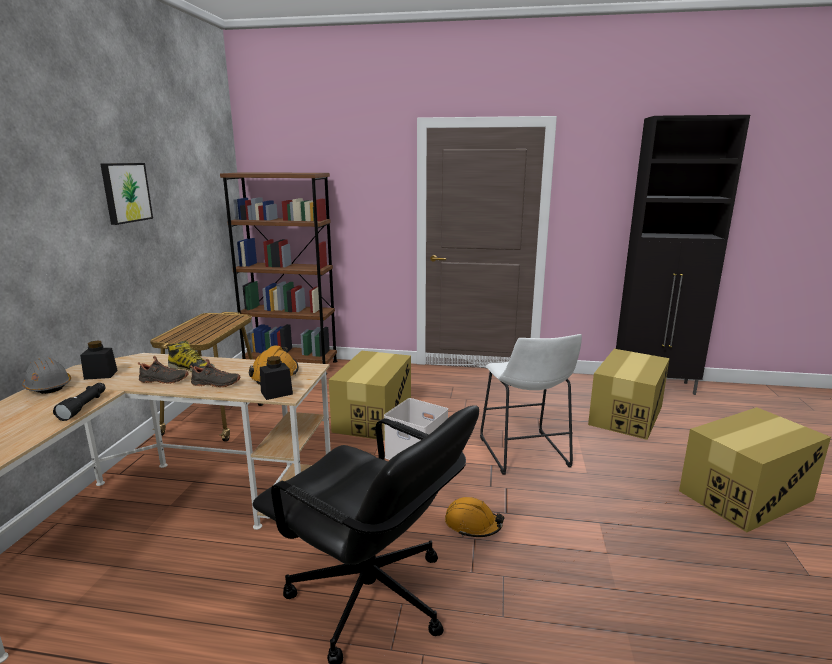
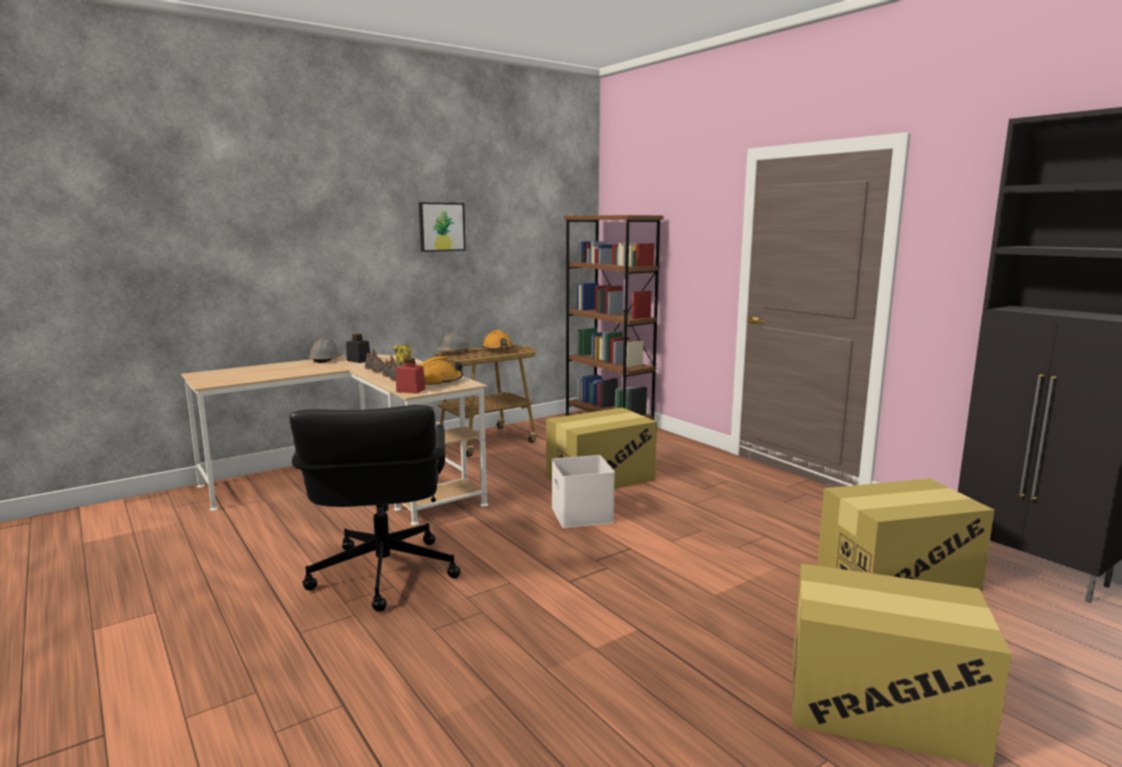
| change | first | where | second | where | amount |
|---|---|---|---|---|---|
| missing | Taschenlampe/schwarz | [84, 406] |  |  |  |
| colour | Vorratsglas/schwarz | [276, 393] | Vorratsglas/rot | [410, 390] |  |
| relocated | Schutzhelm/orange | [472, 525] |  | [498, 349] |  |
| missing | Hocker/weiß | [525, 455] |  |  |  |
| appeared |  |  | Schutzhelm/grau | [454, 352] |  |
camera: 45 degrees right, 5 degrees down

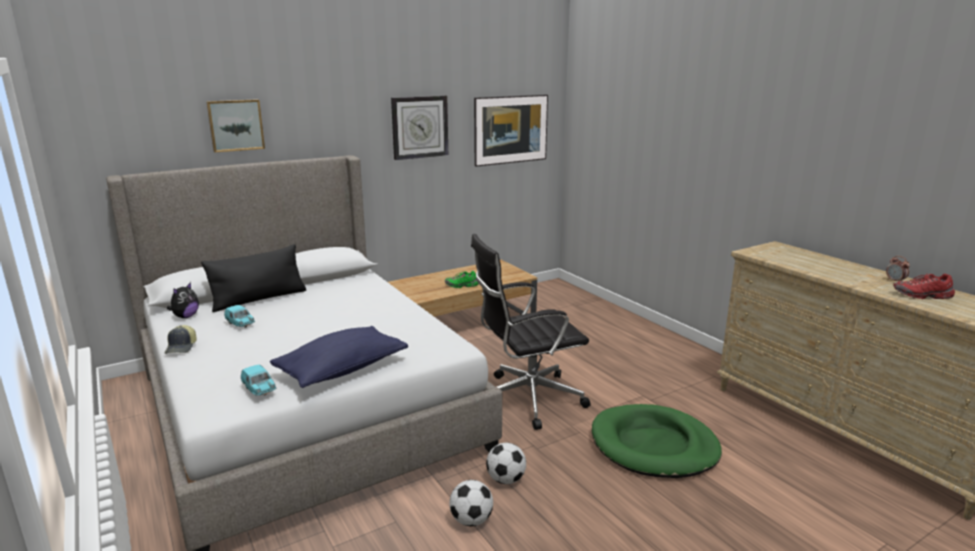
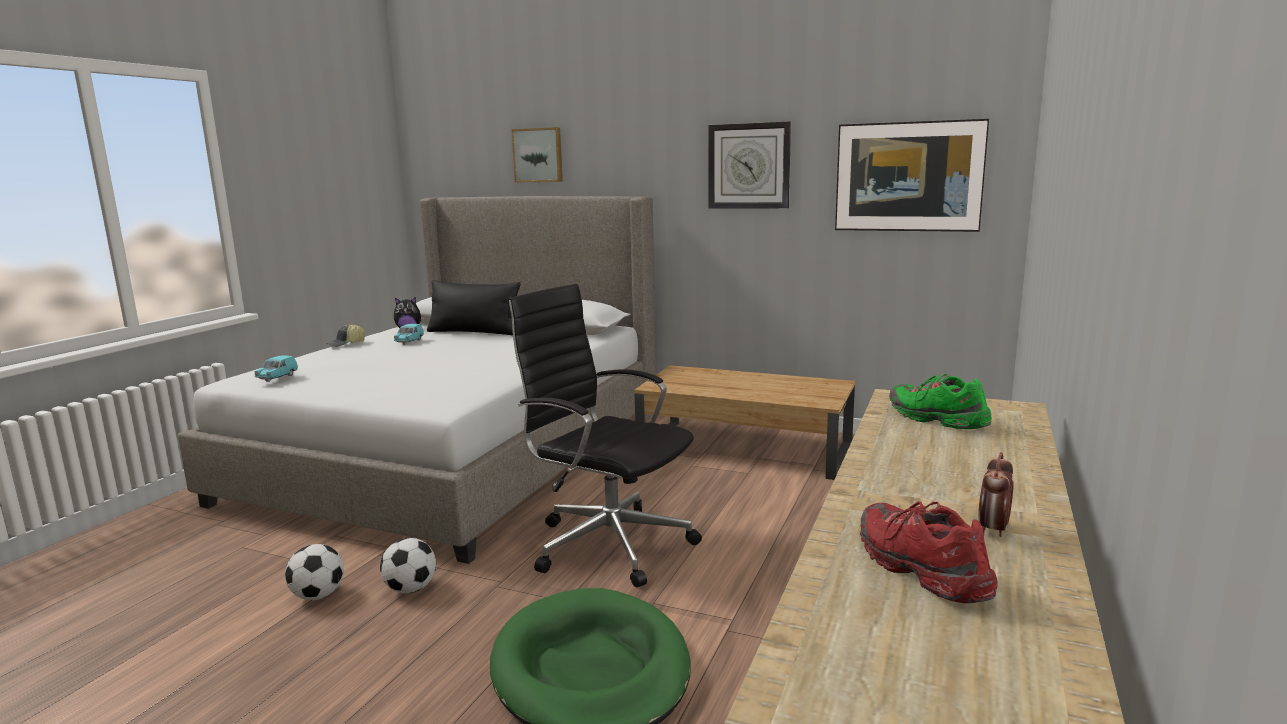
| change | first | where | second | where | amount |
|---|---|---|---|---|---|
| missing | Kissen/blau | [342, 370] |  |  |  |
| relocated | Schuh/grün | [462, 286] |  | [936, 419] |  |
camera: 55 degrees right, 5 degrees down

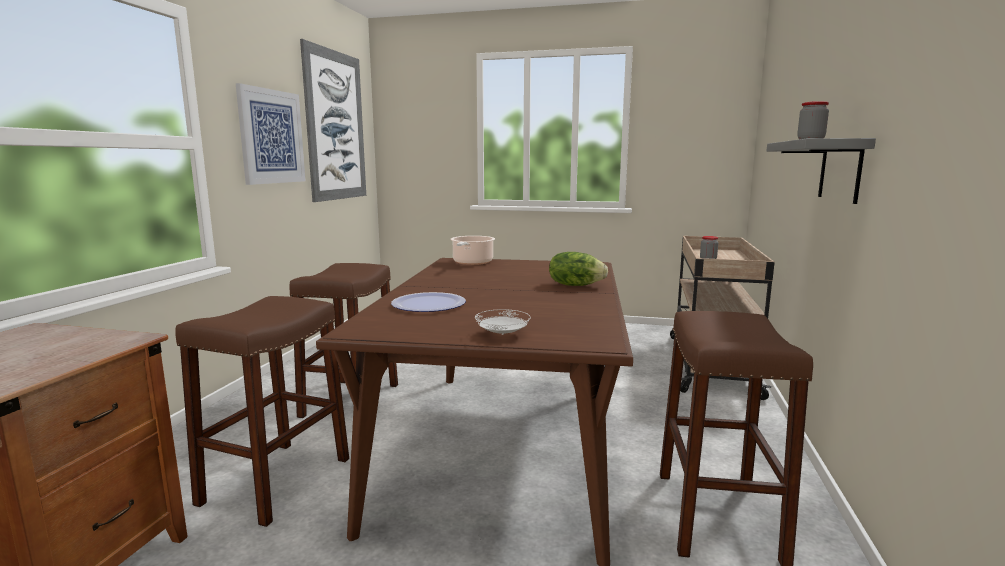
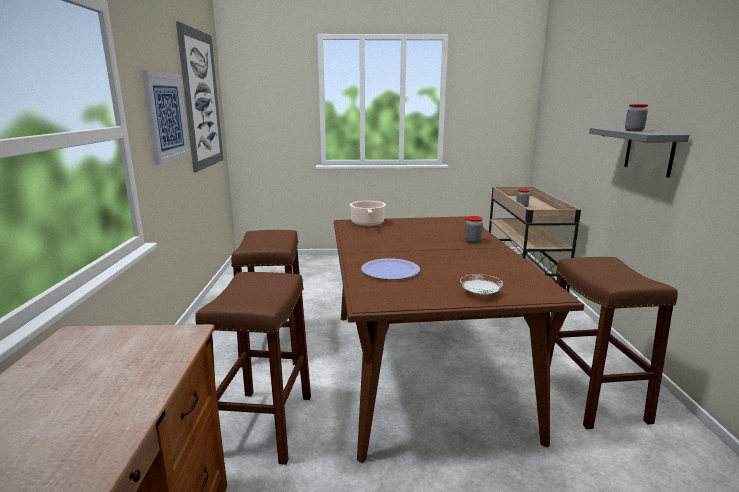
| change | first | where | second | where | amount |
|---|---|---|---|---|---|
| exchanged | Salatkopf | [575, 285] | Vorratsglas | [472, 241] |  |
camera: 15 degrees left, 5 degrees up

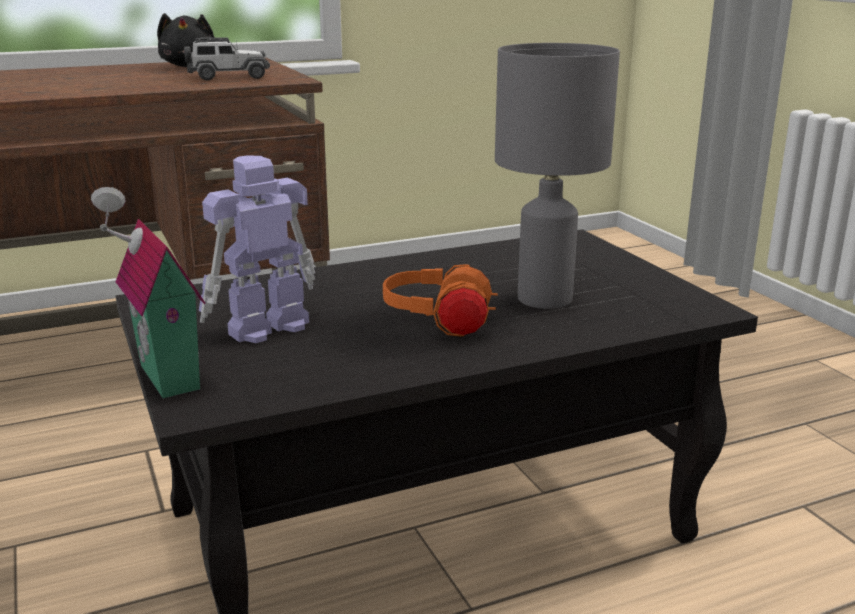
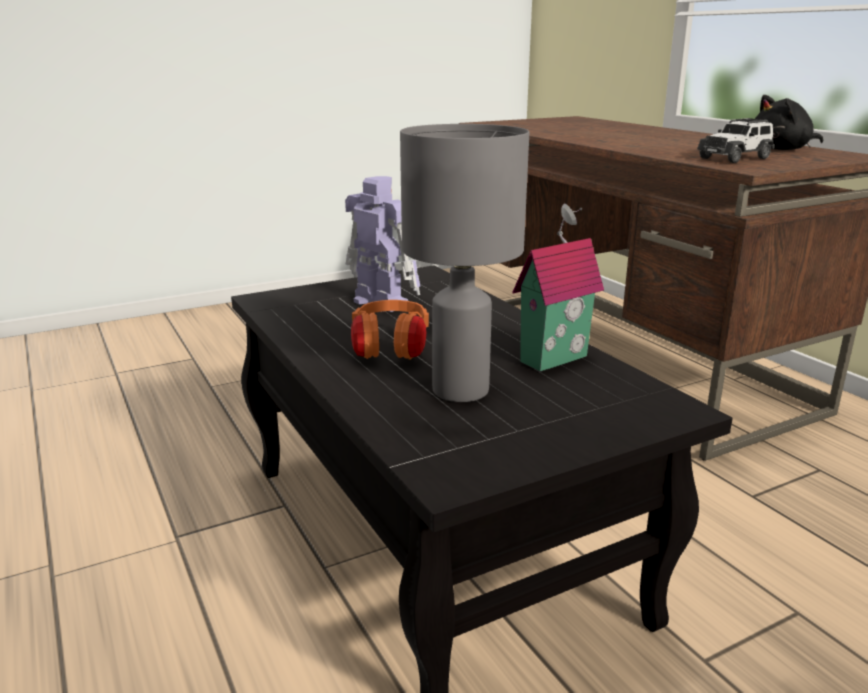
| change | first | where | second | where | amount |
|---|---|---|---|---|---|
| relocated | Spielzeughaus | [163, 378] |  | [551, 357] |  |
| spun | Spielzeugauto | [229, 77] |  | [735, 158] | 75 degrees clockwise |
camera: 85 degrees right, 0 degrees up

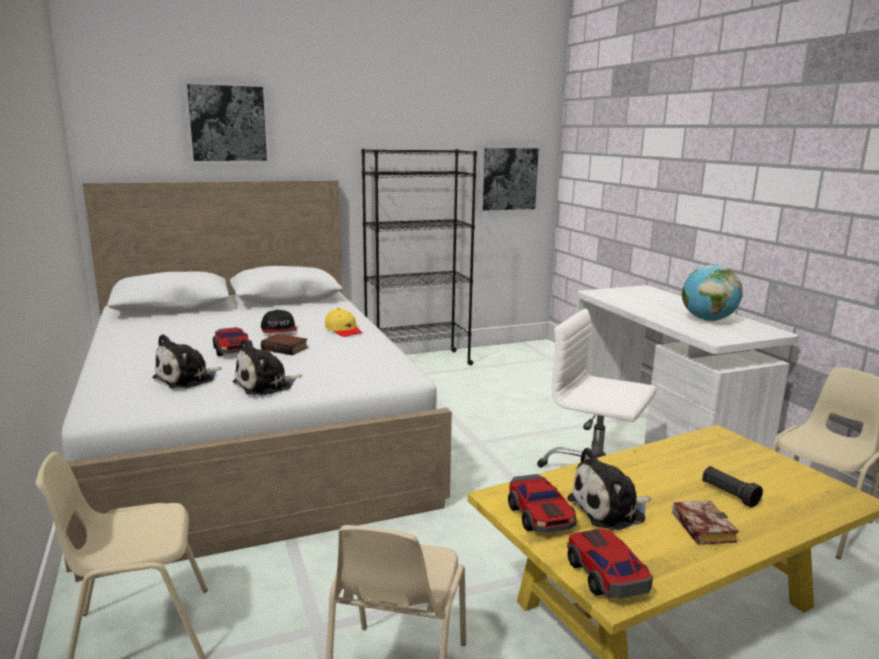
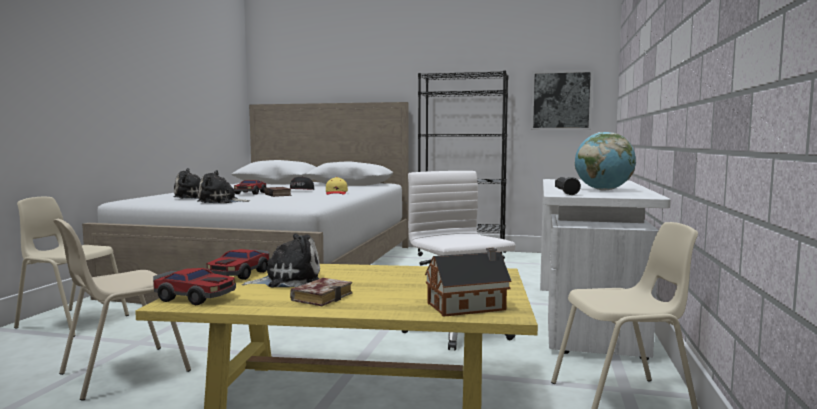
| change | first | where | second | where | amount |
|---|---|---|---|---|---|
| missing | Bild | [227, 123] |  |  |  |
| spun | Plüschtier | [610, 510] |  | [288, 280] | 150 degrees clockwise |
| spun | Spielzeugauto | [607, 575] |  | [195, 297] | 90 degrees clockwise |
| relocated | Taschenlampe/schwarz | [729, 494] |  | [566, 193] |  |
| appeared |  |  | Spielzeughaus | [469, 306] |  |
camera: 35 degrees right, 10 degrees down

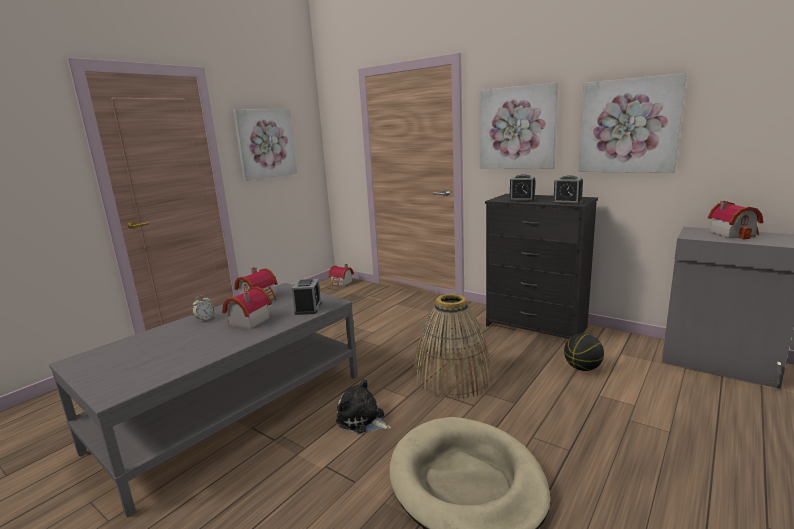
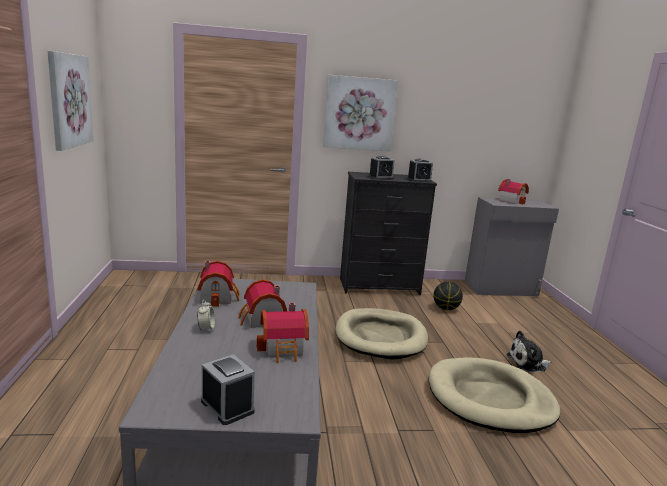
| change | first | where | second | where | amount |
|---|---|---|---|---|---|
| relocated | Wecker | [308, 308] |  | [227, 406] |  |
| relocated | Spielzeughaus | [341, 283] |  | [284, 349] |  |
| relocated | Plüschtier | [362, 420] |  | [528, 363] |  |
| exchanged | Korb | [452, 376] | Hundebett/beige | [380, 337] |  |
| missing | Bild | [628, 126] |  |  |  |
camera: 45 degrees left, 0 degrees up

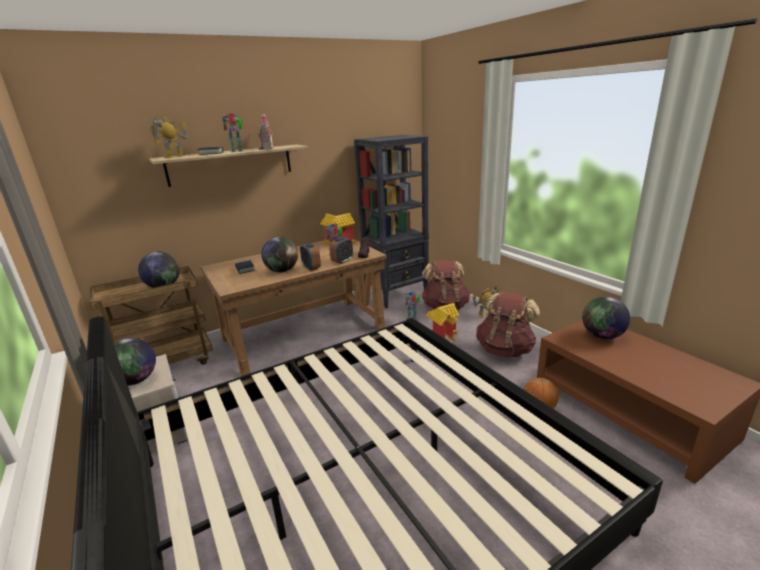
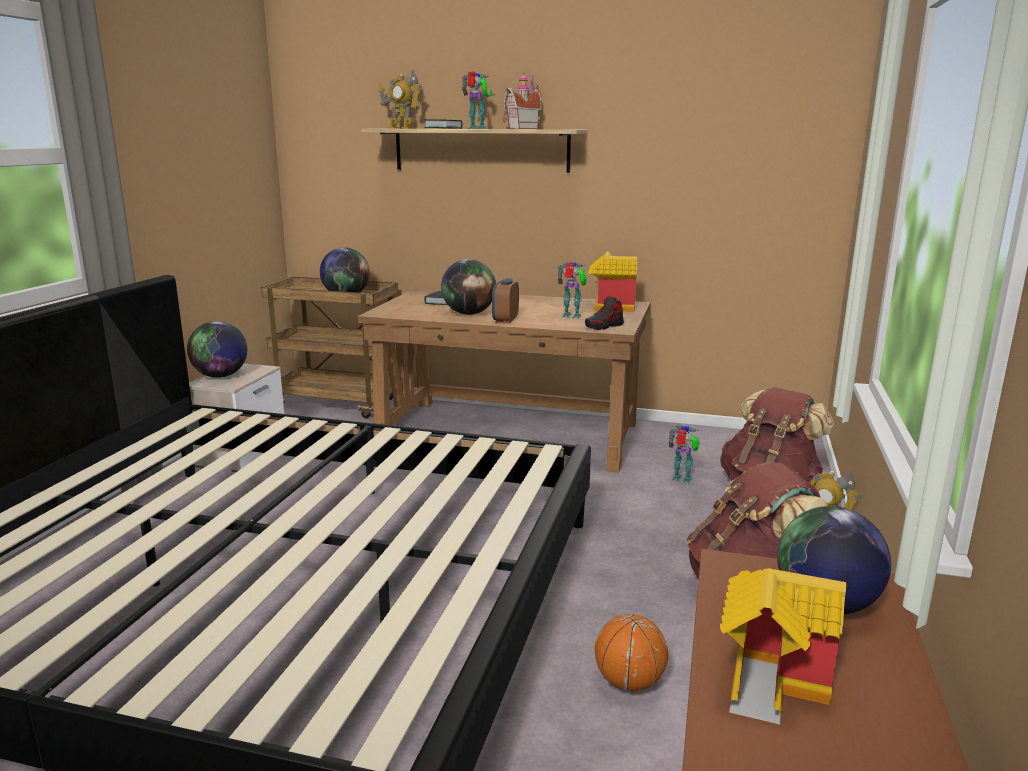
| change | first | where | second | where | amount |
|---|---|---|---|---|---|
| spun | Spielzeugroboter | [174, 157] |  | [401, 128] | 150 degrees counterclockwise |
| missing | Wecker | [342, 261] |  |  |  |
| missing | Bücherregal/schwarz | [397, 295] |  |  |  |
| relocated | Spielzeughaus | [443, 335] |  | [772, 682] |  |
camera: 45 degrees right, 5 degrees down

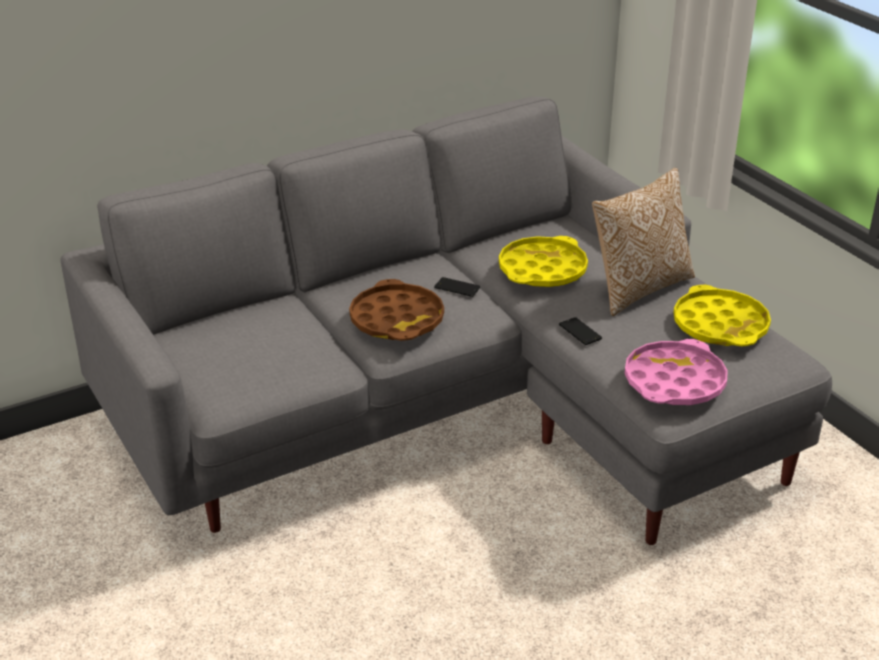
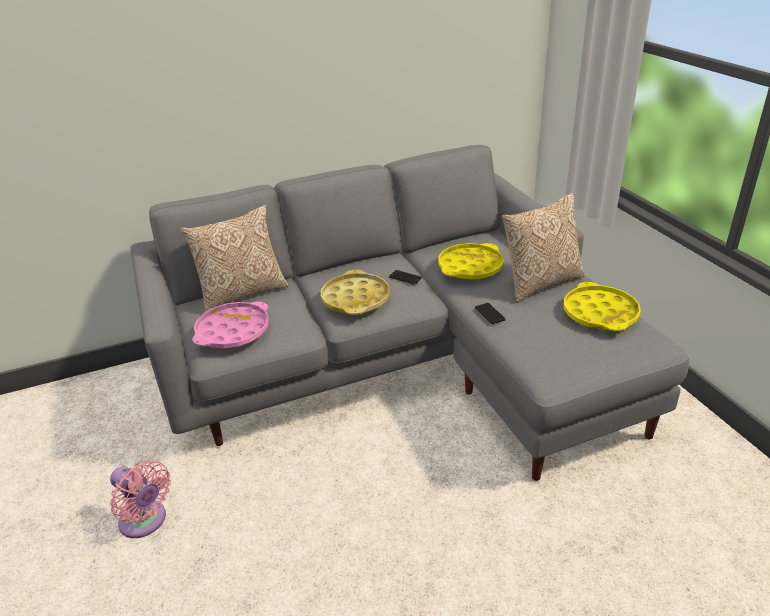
| change | first | where | second | where | amount |
|---|---|---|---|---|---|
| colour | Tablett/braun | [397, 320] | Tablett/gelb | [355, 299] |  |
| relocated | Tablett/rosa | [674, 382] |  | [233, 331] |  |
| appeared |  |  | Ventilator/rosa | [146, 522] |  |
| appeared |  |  | Kissen | [242, 293] |  |
camera: 10 degrees right, 0 degrees up

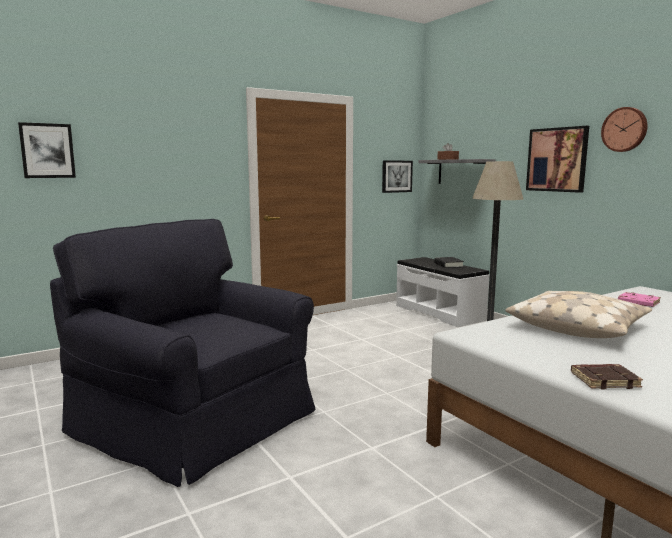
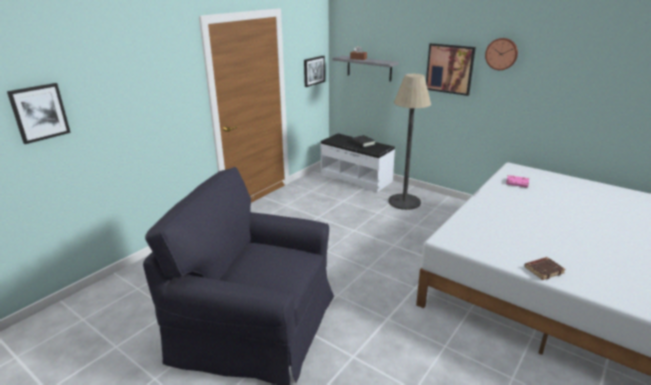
| change | first | where | second | where | amount |
|---|---|---|---|---|---|
| missing | Kissen/beige | [577, 327] |  |  |  |
camera: 20 degrees left, 15 degrees up

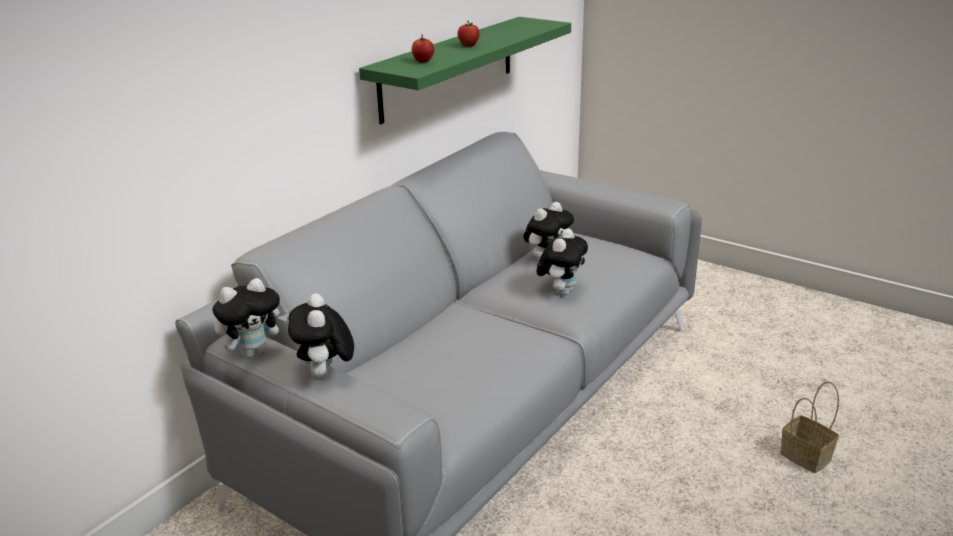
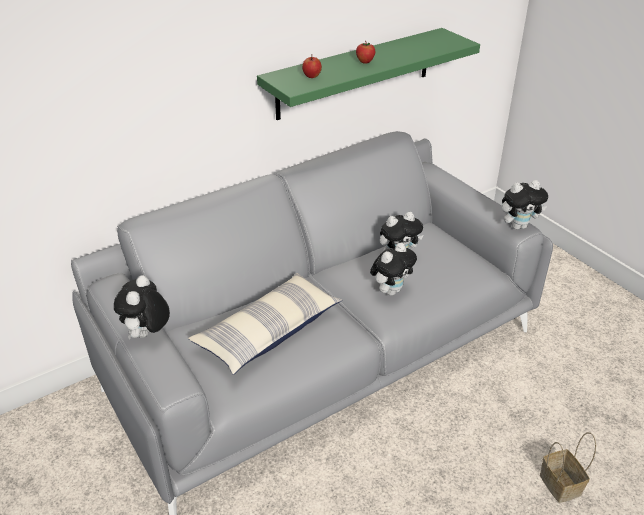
| change | first | where | second | where | amount |
|---|---|---|---|---|---|
| relocated | Plüschtier | [254, 352] |  | [518, 226] |  |
| appeared |  |  | Kissen | [268, 331] |  |
camera: 20 degrees right, 10 degrees up

